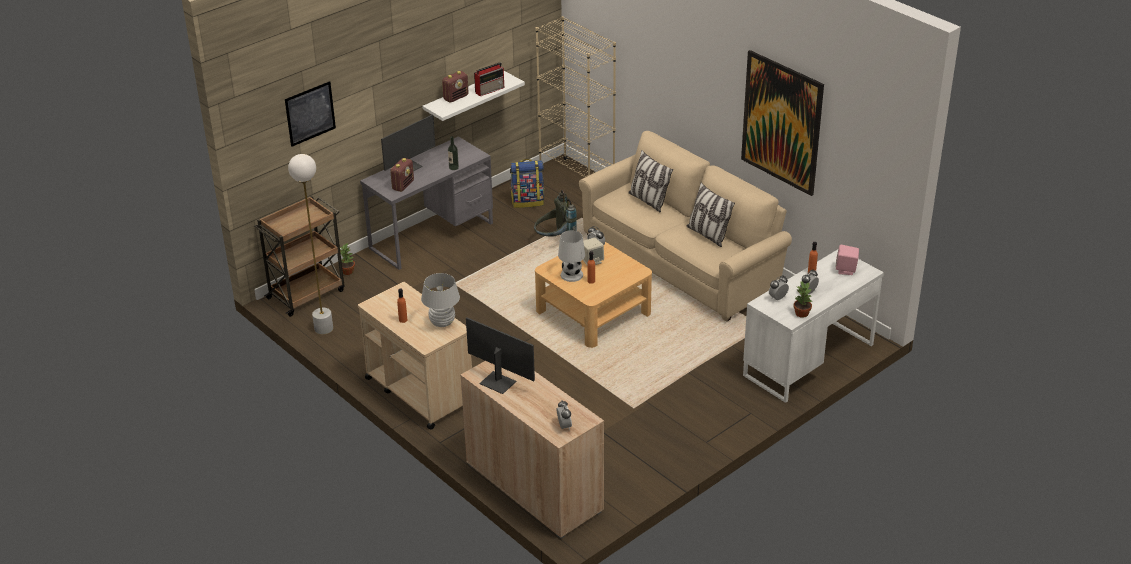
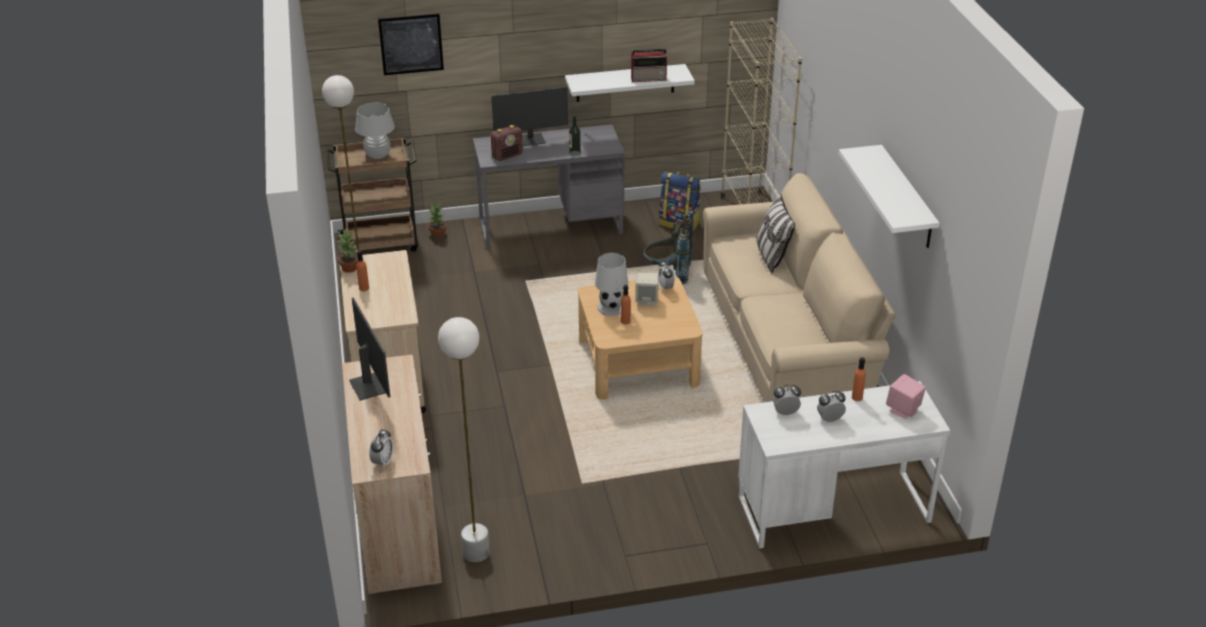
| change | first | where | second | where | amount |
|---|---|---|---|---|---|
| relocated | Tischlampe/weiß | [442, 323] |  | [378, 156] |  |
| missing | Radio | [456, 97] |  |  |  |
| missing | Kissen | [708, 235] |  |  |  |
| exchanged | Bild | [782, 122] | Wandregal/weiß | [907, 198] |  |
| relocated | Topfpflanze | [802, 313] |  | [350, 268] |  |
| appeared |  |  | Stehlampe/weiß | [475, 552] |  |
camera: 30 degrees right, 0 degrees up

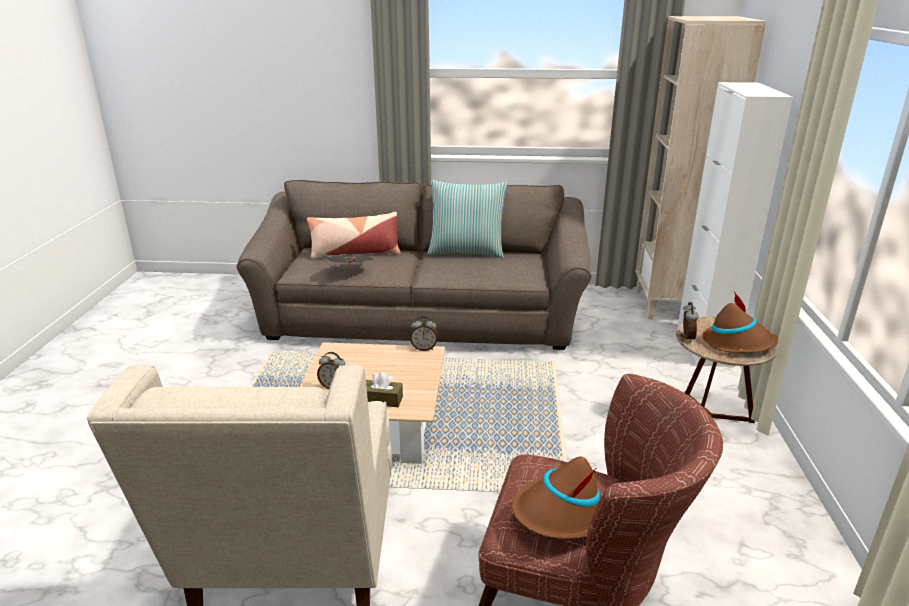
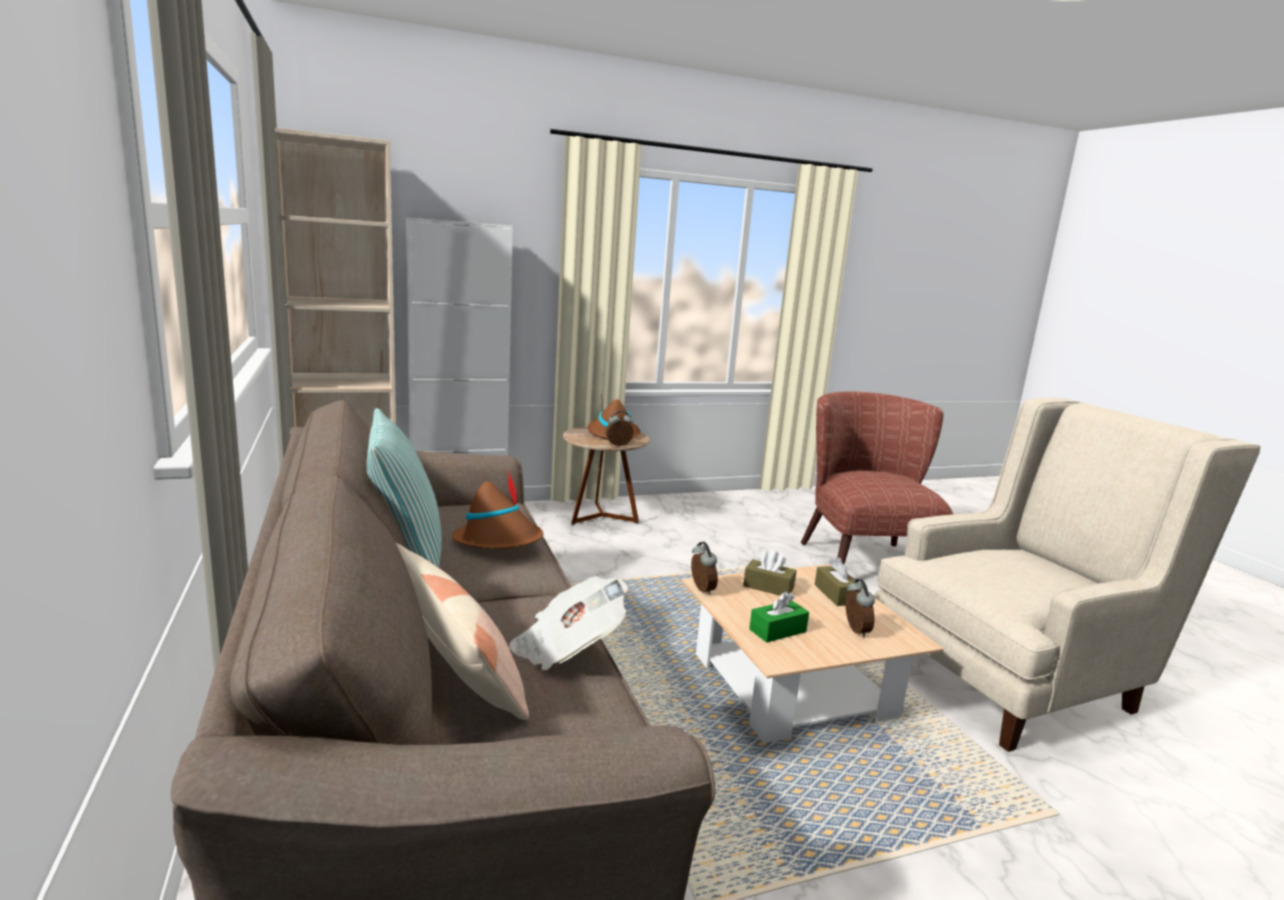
| change | first | where | second | where | amount |
|---|---|---|---|---|---|
| relocated | Hut/braun | [560, 514] |  | [499, 541] |  |
| appeared |  |  | Taschentuchbox/braun | [768, 587] |  |
| appeared |  |  | Taschentuchbox/grün | [777, 630] |  |
camera: 115 degrees left, 10 degrees down

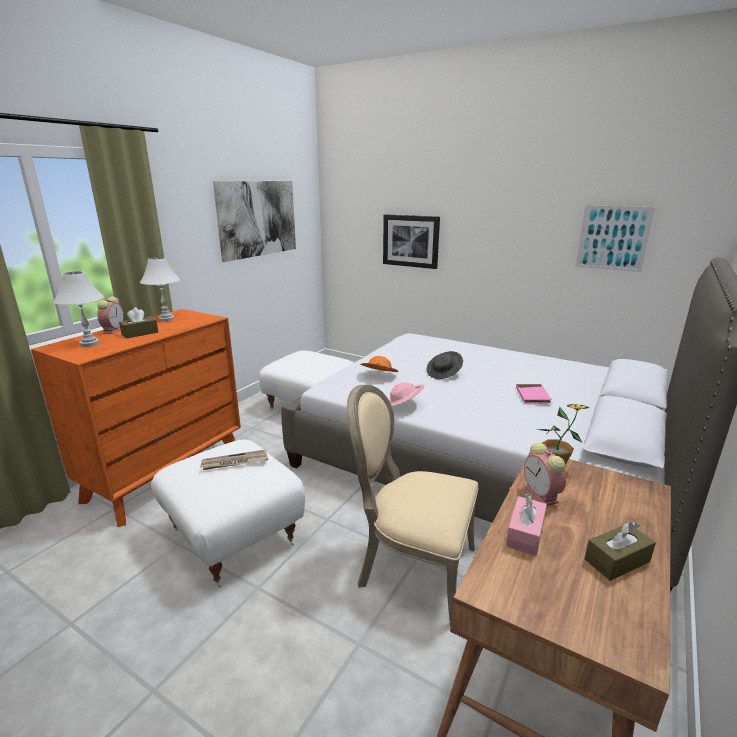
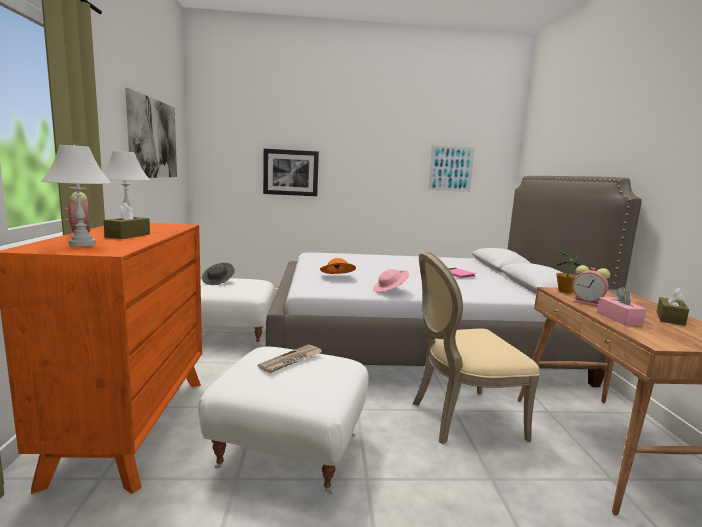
| change | first | where | second | where | amount |
|---|---|---|---|---|---|
| relocated | Hut/grau | [444, 373] |  | [218, 281] |  |
camera: 35 degrees left, 10 degrees down

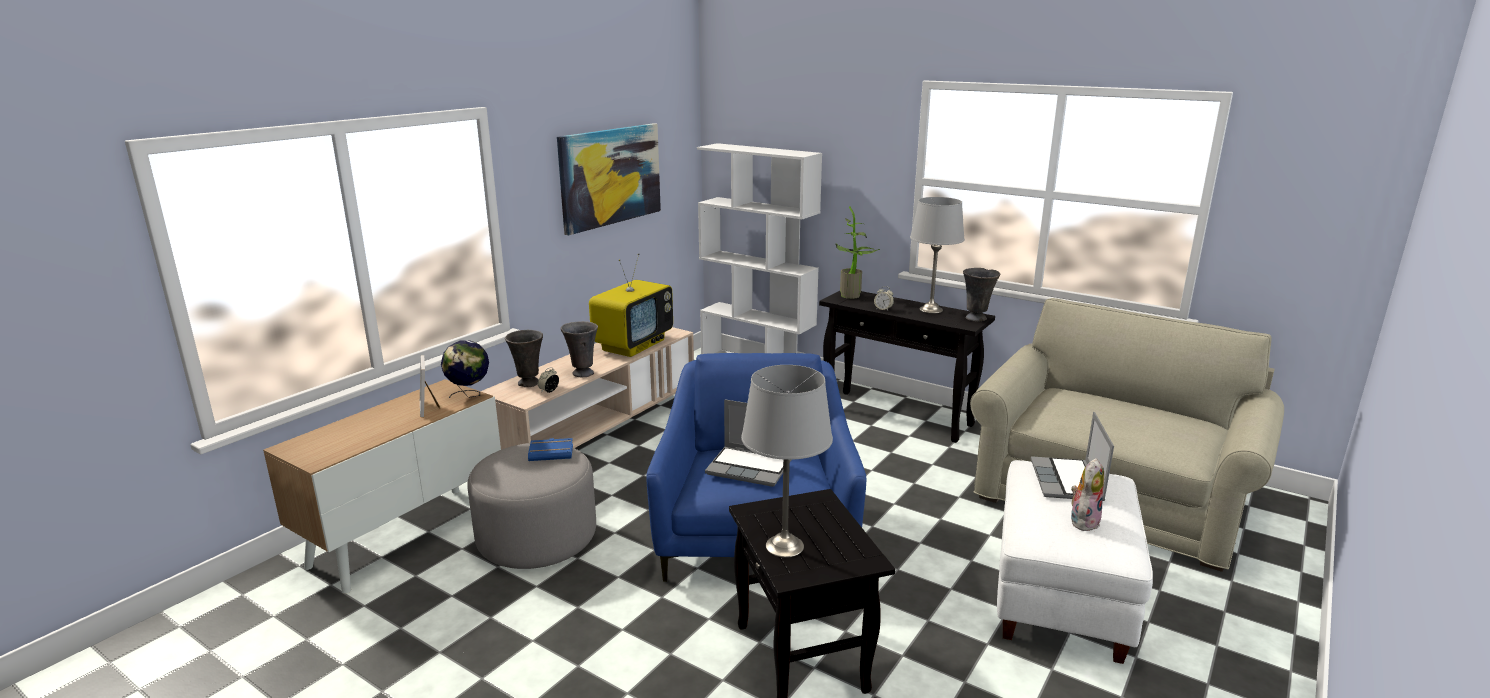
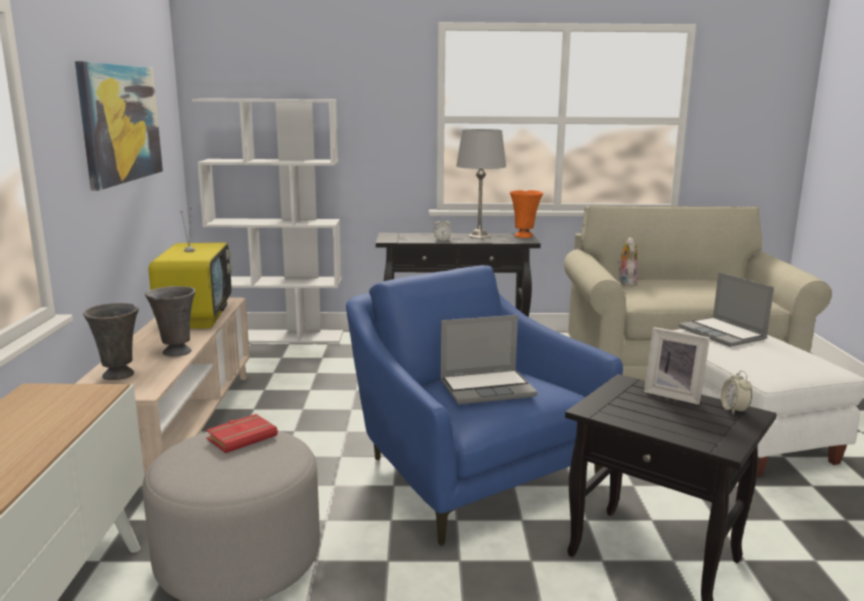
| change | first | where | second | where | amount |
|---|---|---|---|---|---|
| relocated | Bilderrahmen | [430, 408] |  | [674, 394] |  |
| missing | Globus | [469, 395] |  |  |  |
| colour | Buch/blau | [552, 452] | Buch/rot | [242, 437] |  |
| relocated | Wecker | [549, 391] |  | [734, 410] |  |
| missing | Tischlampe/grau | [785, 546] |  |  |  |
| missing | Topfpflanze | [853, 295] |  |  |  |
| colour | Vase/grau | [977, 318] | Vase/orange | [524, 236] |  |
| relocated | Plüschtier | [1083, 521] |  | [626, 283] |  |
camera: 35 degrees left, 5 degrees down

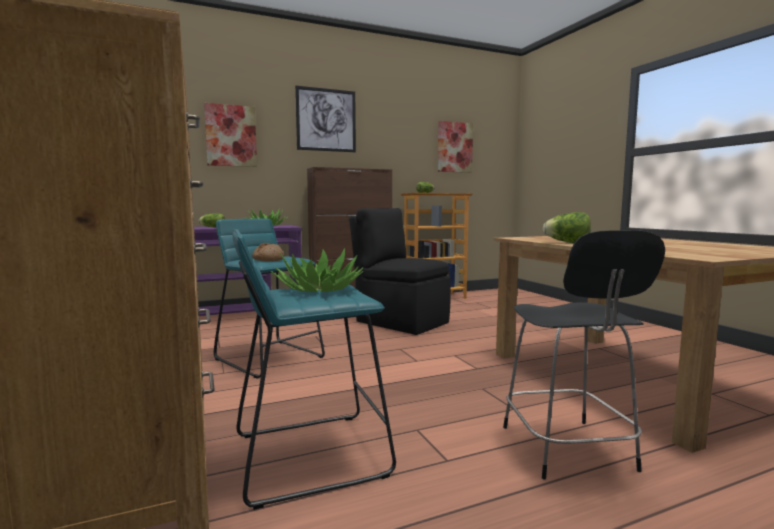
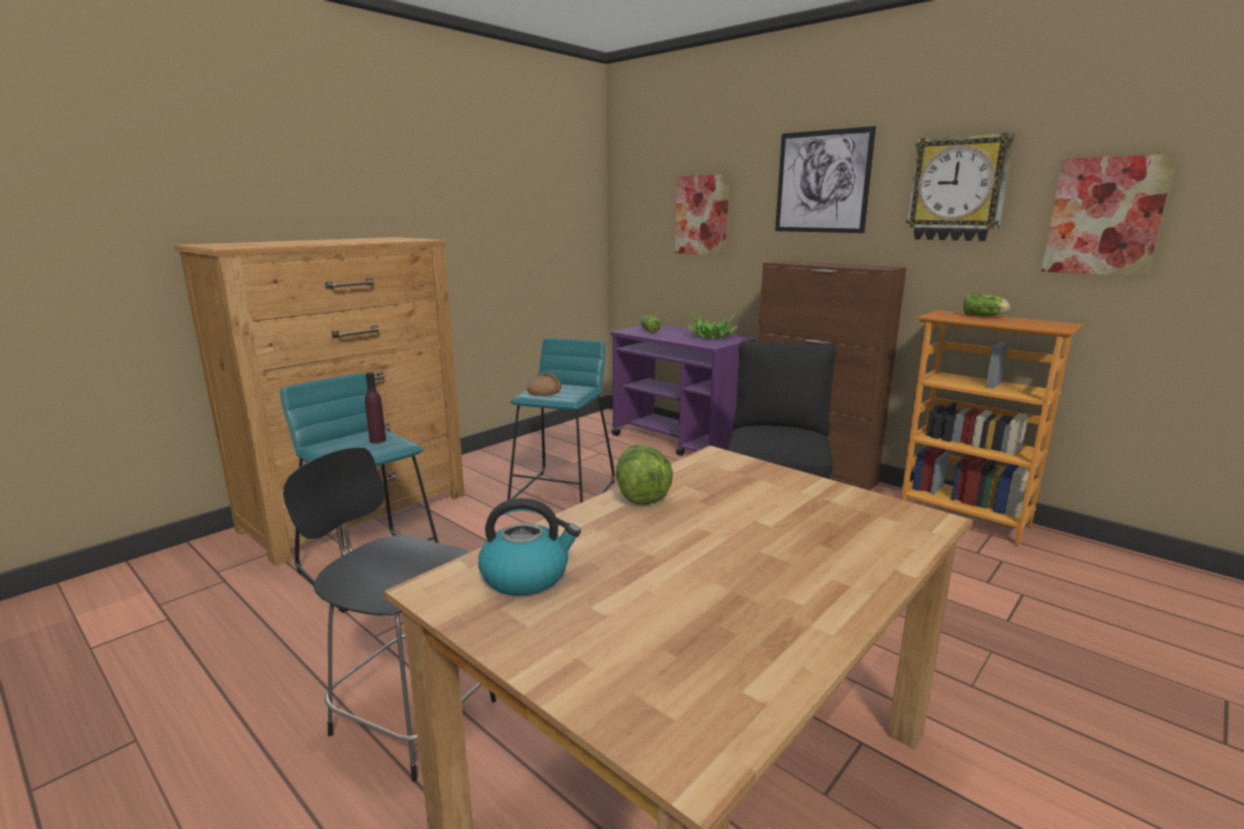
| change | first | where | second | where | amount |
|---|---|---|---|---|---|
| exchanged | Topfpflanze | [319, 289] | Flasche/lila | [377, 440] |  |
| spun | Stuhl/schwarz | [568, 450] |  | [410, 714] | 60 degrees clockwise |
| appeared |  |  | Wasserkessel | [526, 576] |  |
| appeared |  |  | Wanduhr | [958, 189] |  |
camera: 65 degrees right, 10 degrees up

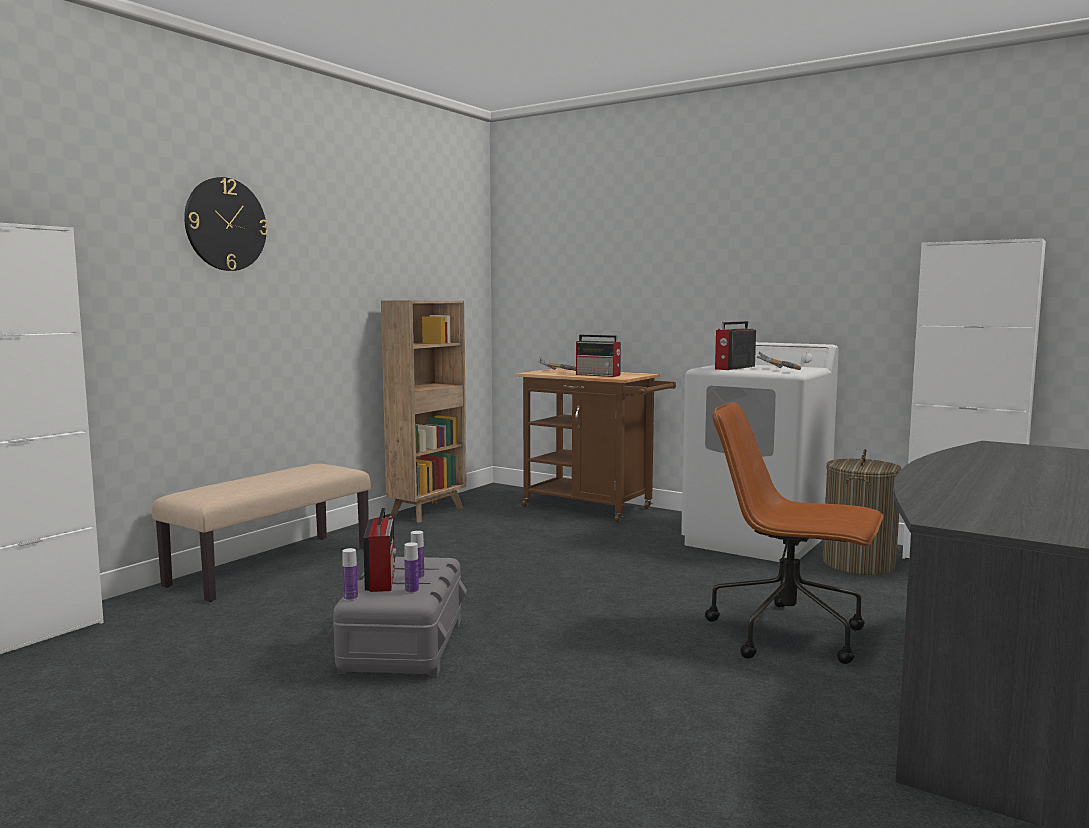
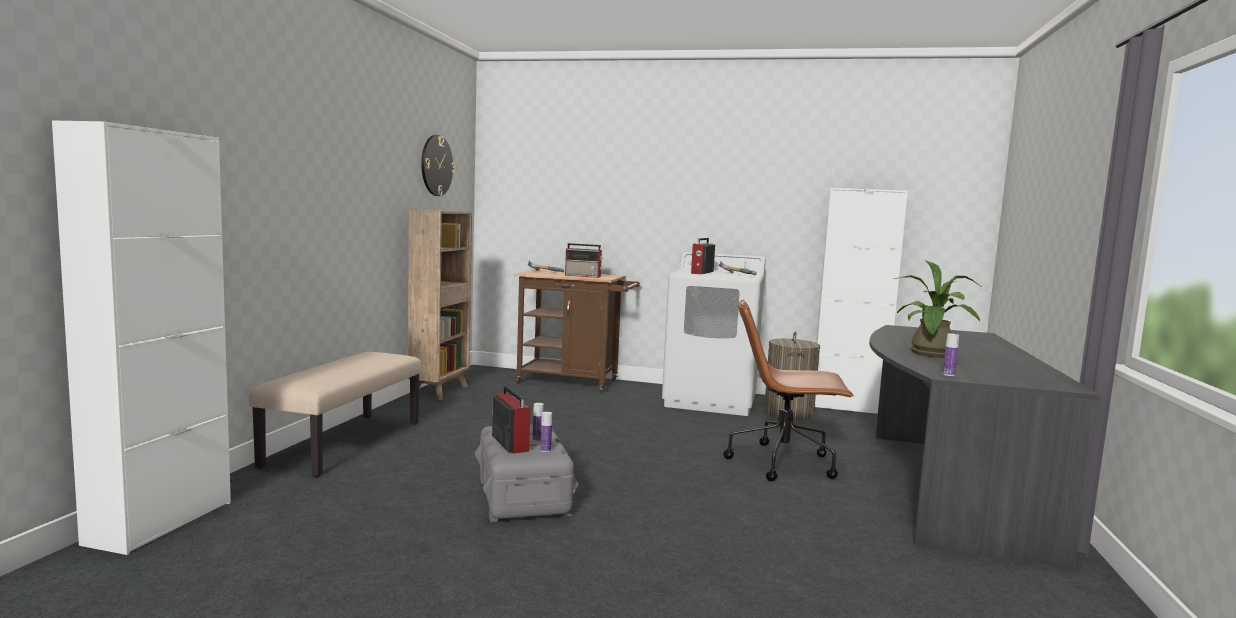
| change | first | where | second | where | amount |
|---|---|---|---|---|---|
| relocated | Wanduhr | [225, 224] |  | [436, 165] |  |
| relocated | Flasche | [350, 598] |  | [948, 374] |  |
| appeared |  |  | Topfpflanze | [932, 355] |  |
camera: 20 degrees left, 0 degrees up

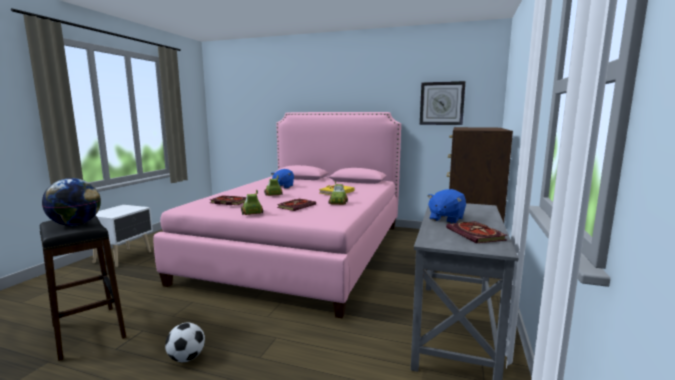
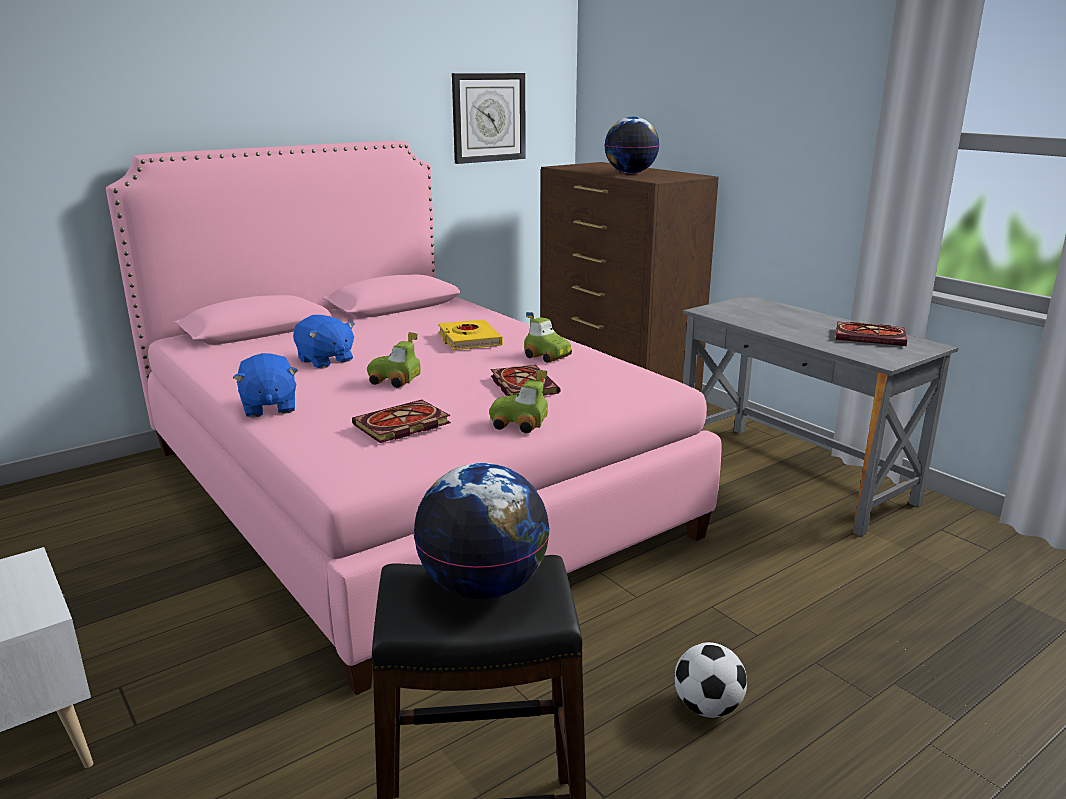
| change | first | where | second | where | amount |
|---|---|---|---|---|---|
| relocated | Plüschtier/blau | [446, 219] |  | [268, 407] |  |
| appeared |  |  | Globus | [630, 173] |  |
camera: 55 degrees left, 10 degrees up

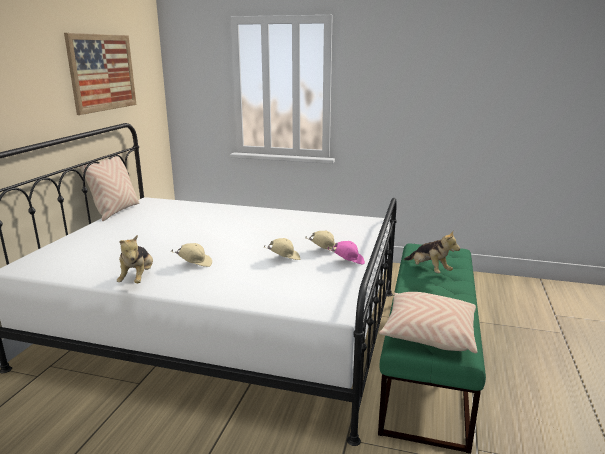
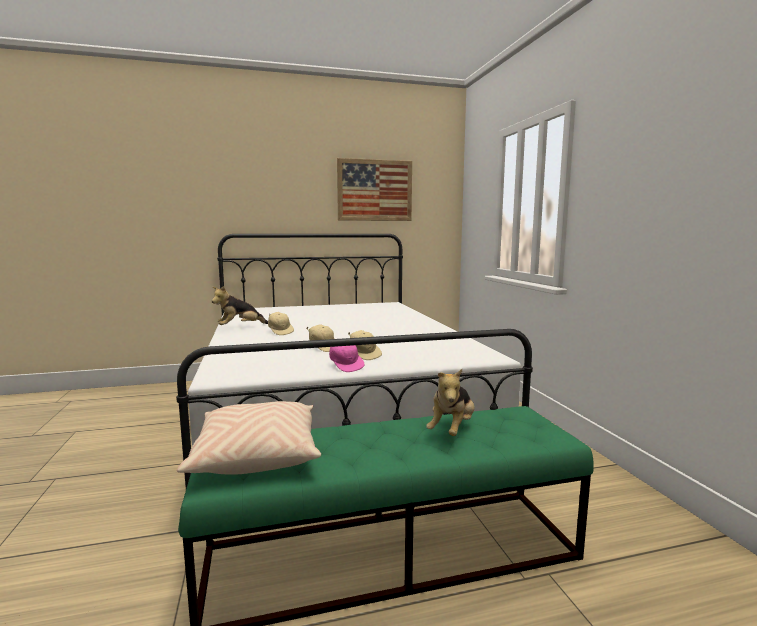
| change | first | where | second | where | amount |
|---|---|---|---|---|---|
| missing | Kissen/beige | [115, 211] |  |  |  |
camera: 60 degrees right, 10 degrees down

